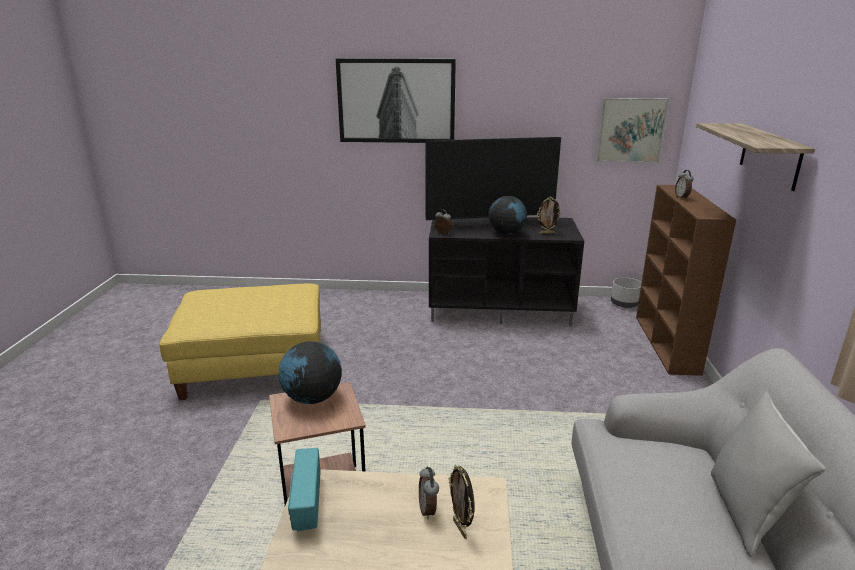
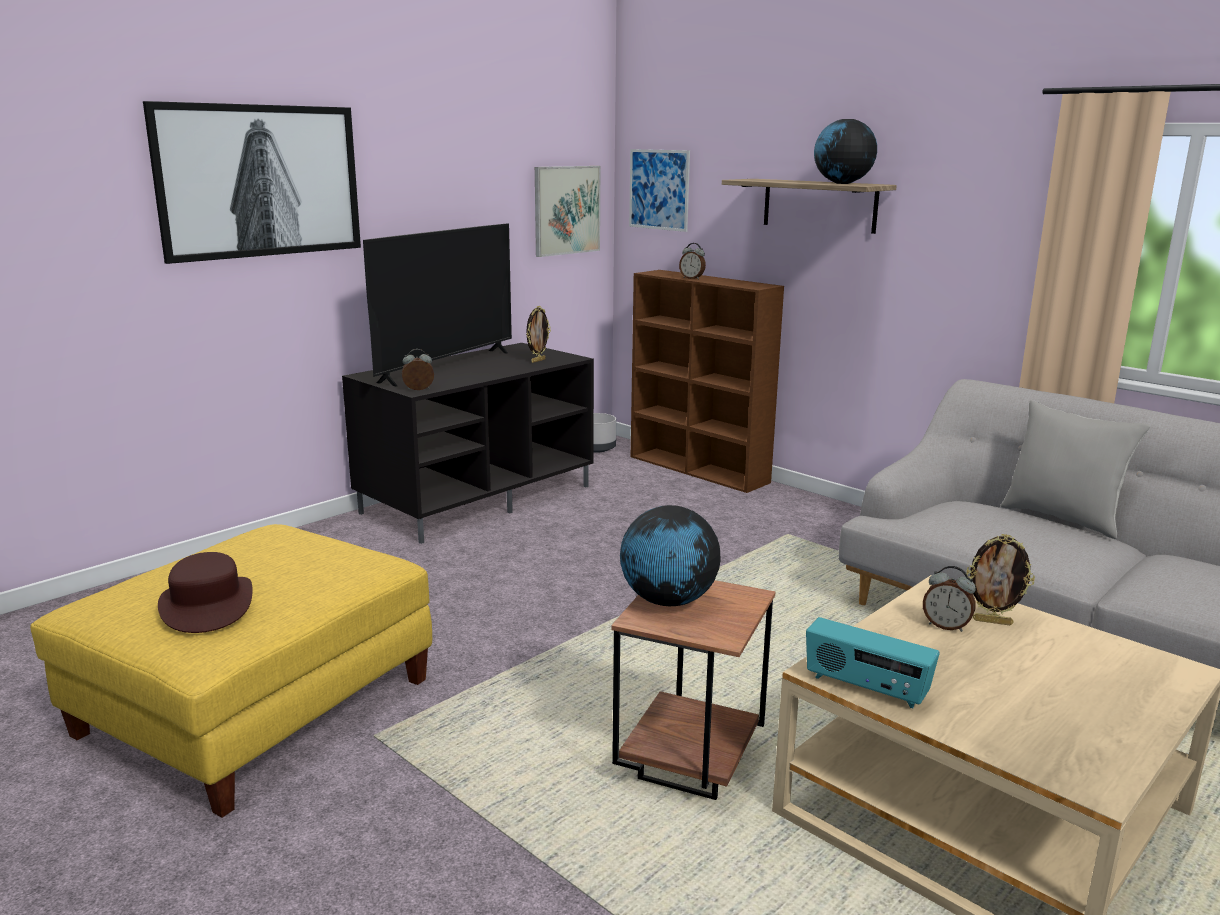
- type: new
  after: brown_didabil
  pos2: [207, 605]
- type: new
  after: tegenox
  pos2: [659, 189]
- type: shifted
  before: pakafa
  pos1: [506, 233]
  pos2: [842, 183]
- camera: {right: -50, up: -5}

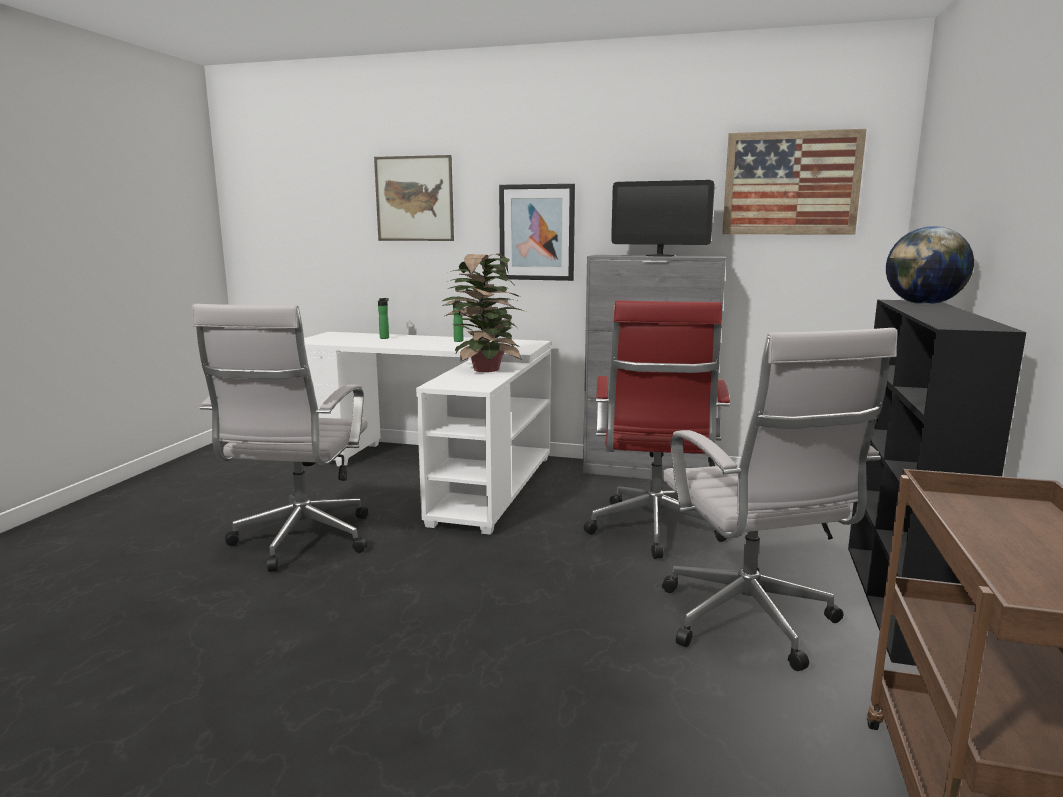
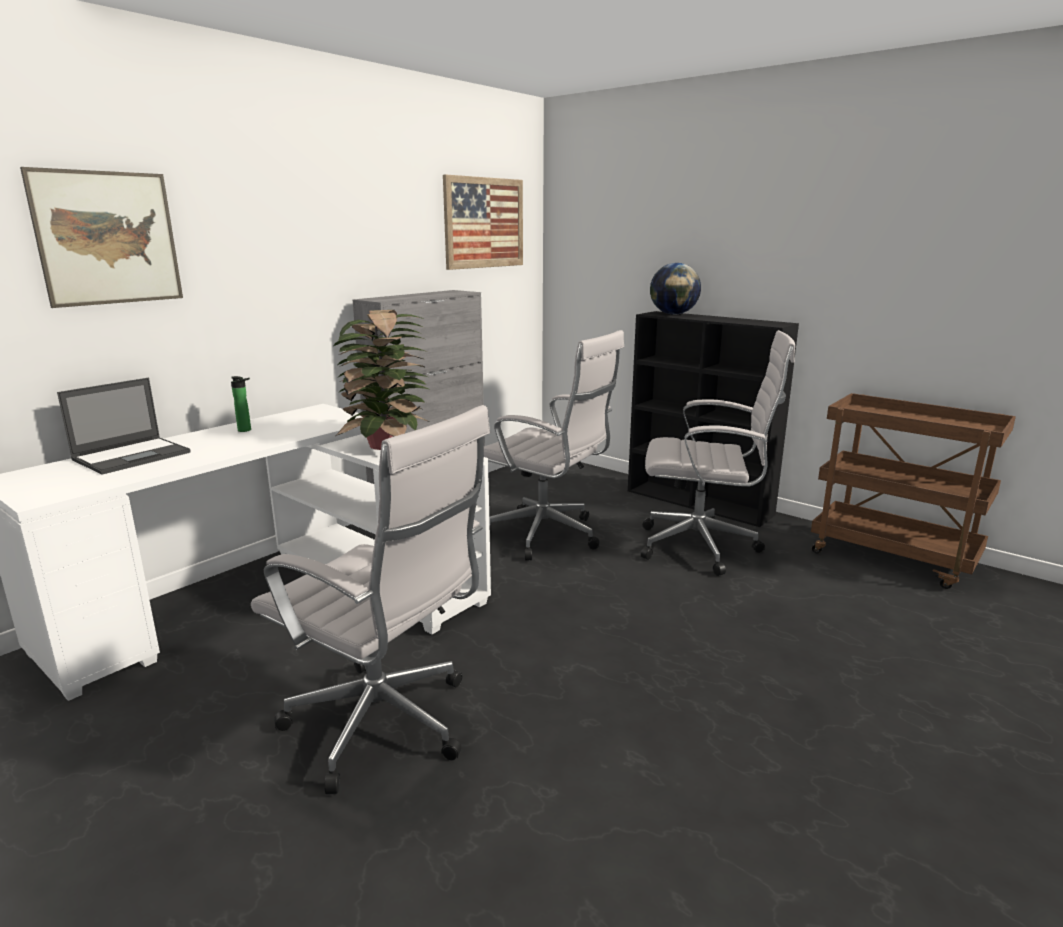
- type: gone
  before: tegenox
  pos1: [537, 232]
- type: gone
  before: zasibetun
  pos1: [660, 255]
- type: swapped
  before: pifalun
  after: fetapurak
  pos1: [385, 338]
  pos2: [133, 456]
- type: repainted
  before: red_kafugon
  after: white_kafugon
  pos1: [653, 531]
  pos2: [548, 536]
- camera: {right: -65, up: 5}

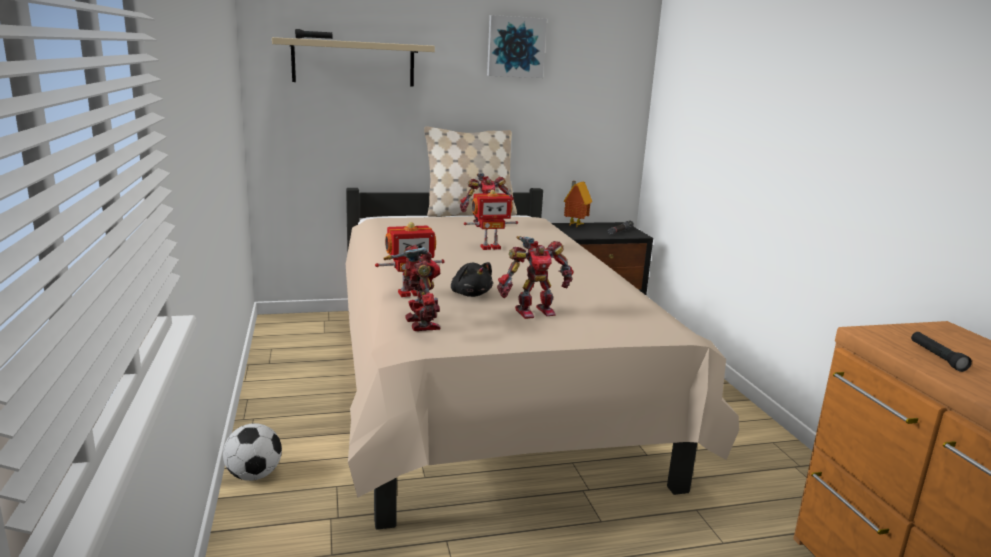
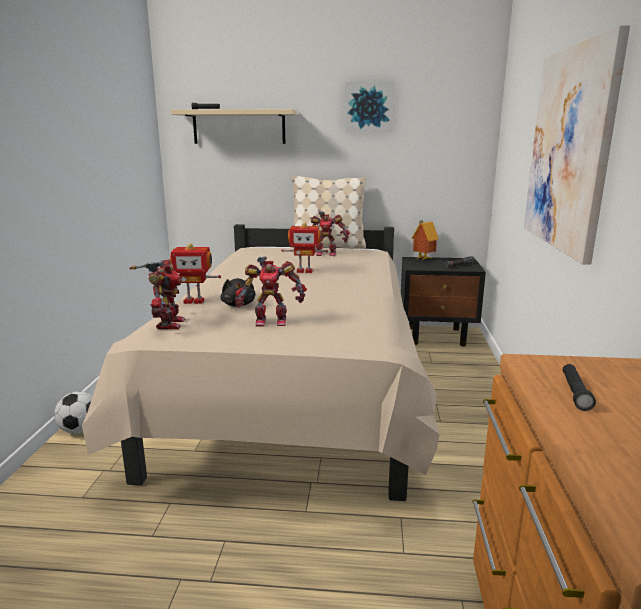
- type: new
  after: tegenox
  pos2: [569, 149]
- camera: {right: 20, up: 0}

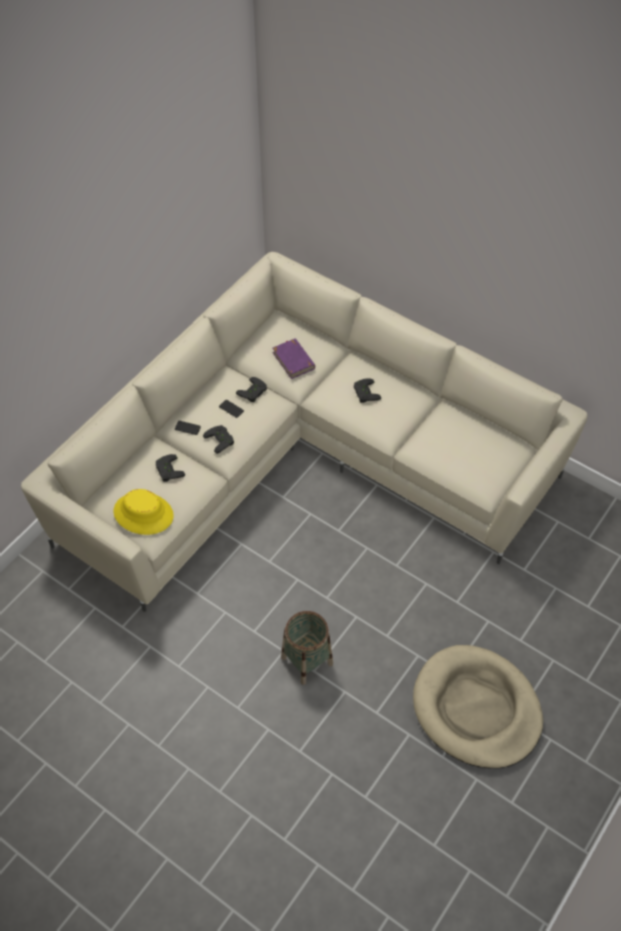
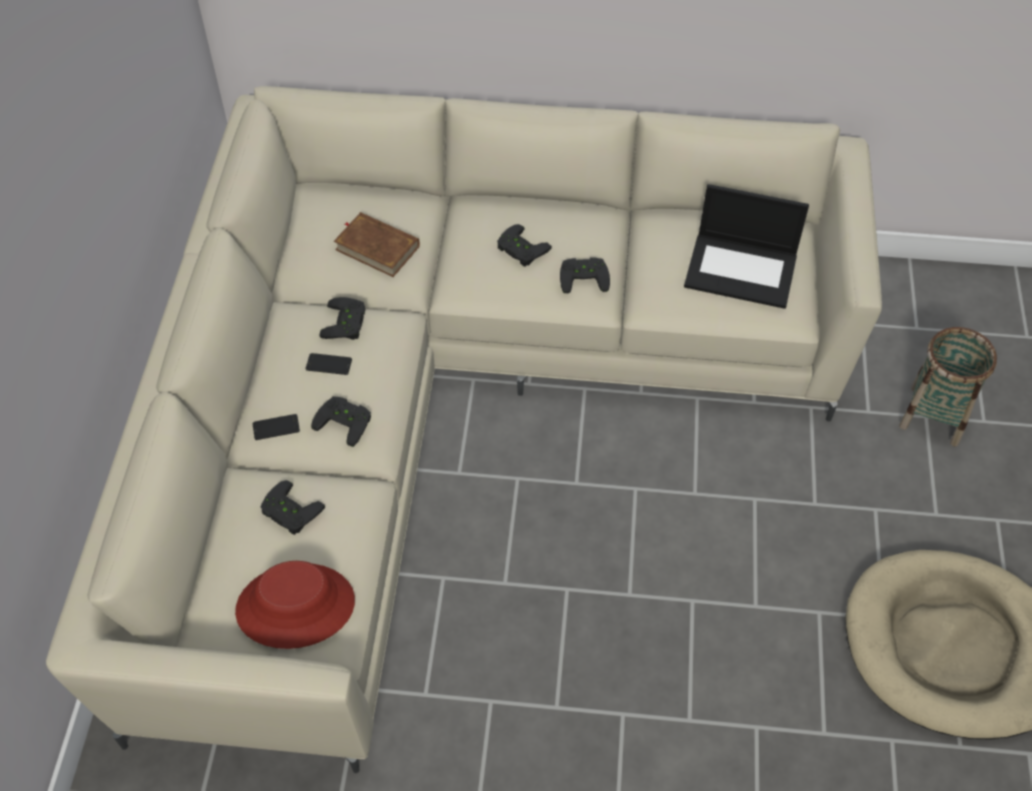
- type: new
  after: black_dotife
  pos2: [584, 276]
- type: new
  after: fetapurak
  pos2: [742, 270]
- type: shifted
  before: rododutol
  pos1: [307, 661]
  pos2: [934, 415]
- type: repainted
  before: yellow_didabil
  after: red_didabil
  pos1: [143, 513]
  pos2: [295, 606]
- type: repainted
  before: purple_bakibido
  after: brown_bakibido
  pos1: [293, 360]
  pos2: [377, 247]
- camera: {right: -30, up: 0}

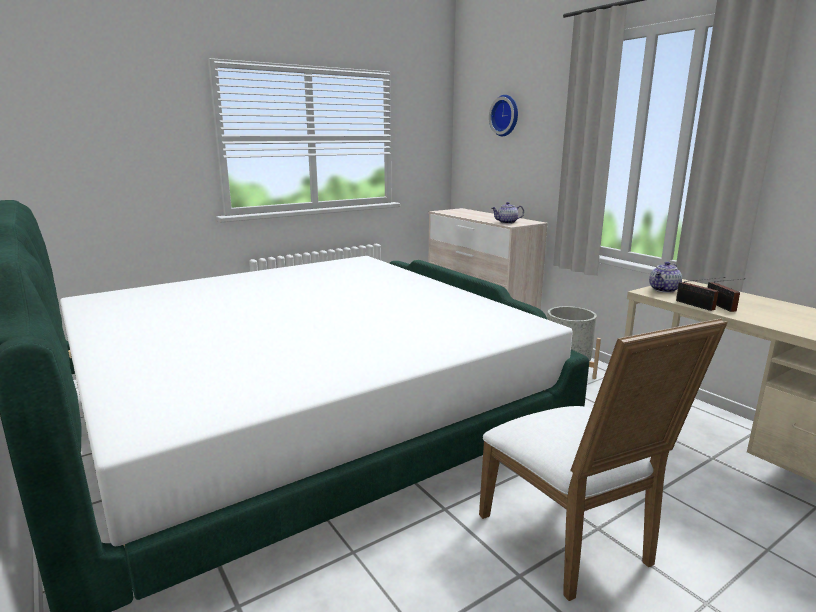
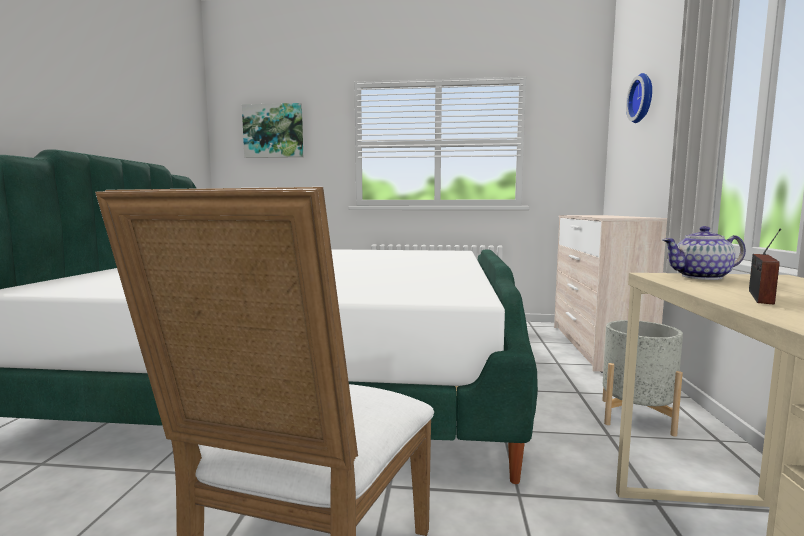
- type: gone
  before: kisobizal
  pos1: [507, 222]
- type: gone
  before: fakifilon
  pos1: [696, 306]
- type: new
  after: tegenox
  pos2: [273, 131]
- camera: {right: 40, up: -10}

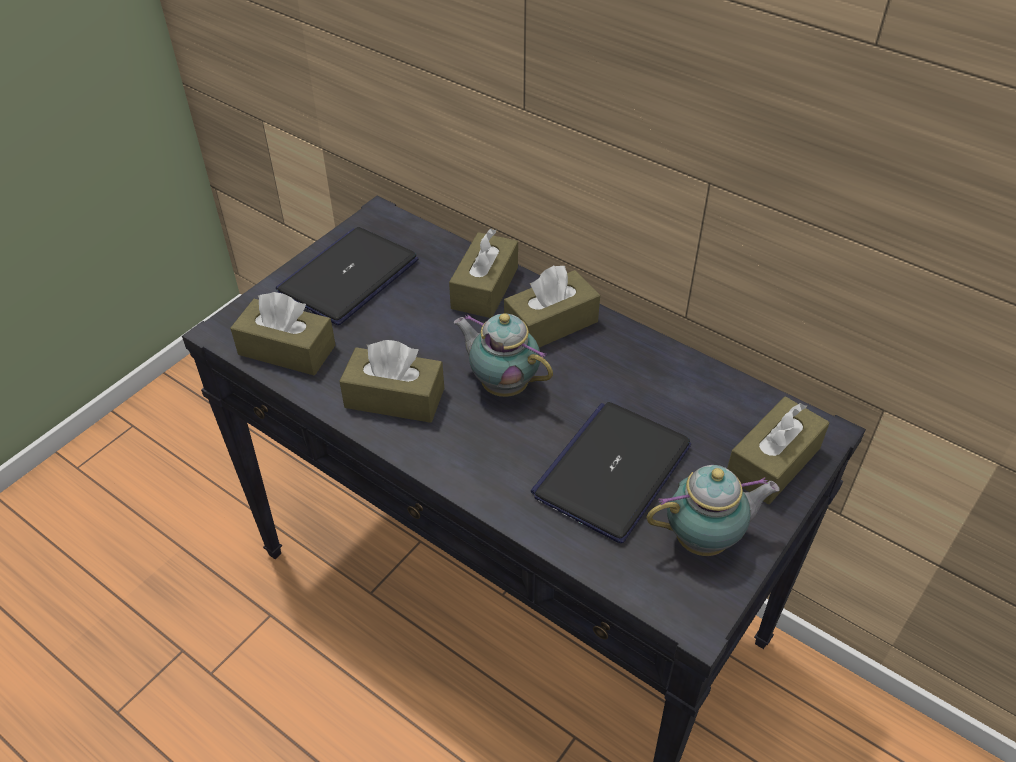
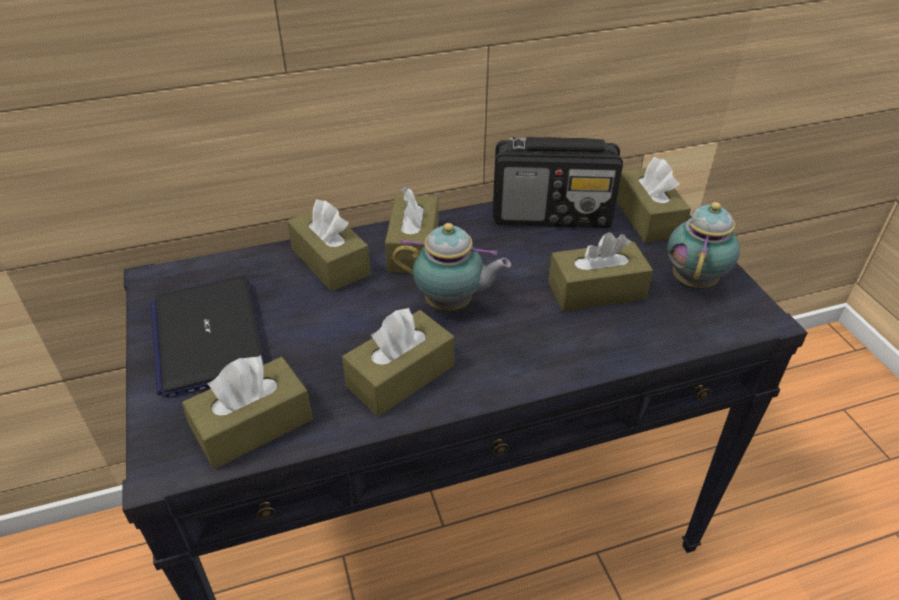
- type: new
  after: fakifilon
  pos2: [552, 215]
- type: swapped
  before: fetapurak
  after: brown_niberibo
  pos1: [612, 471]
  pos2: [596, 290]
- type: rotated
  before: kisobizal
  pos1: [502, 384]
  pos2: [452, 304]
  turn: -150
- camera: {right: -55, up: -5}

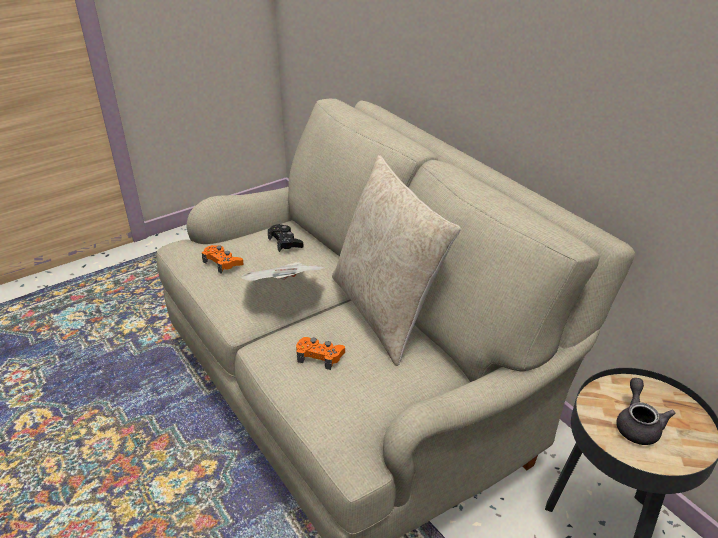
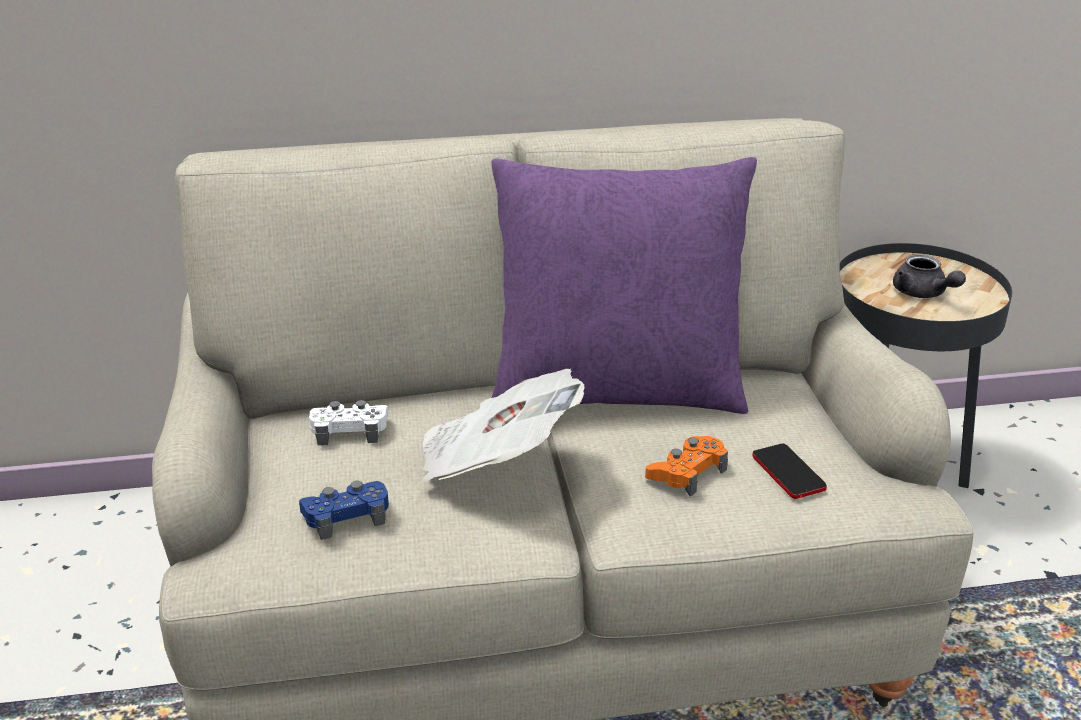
- type: new
  after: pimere
  pos2: [788, 472]
- type: repainted
  before: orange_dotife
  after: blue_dotife
  pos1: [222, 262]
  pos2: [346, 516]
- type: repainted
  before: black_dotife
  after: white_dotife
  pos1: [285, 242]
  pos2: [349, 430]
- type: repainted
  before: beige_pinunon
  after: purple_pinunon
  pos1: [385, 312]
  pos2: [617, 389]
- type: rotated
  before: grey_kisobizal
  pos1: [637, 424]
  pos2: [923, 294]
  turn: -150
- camera: {right: -65, up: -5}

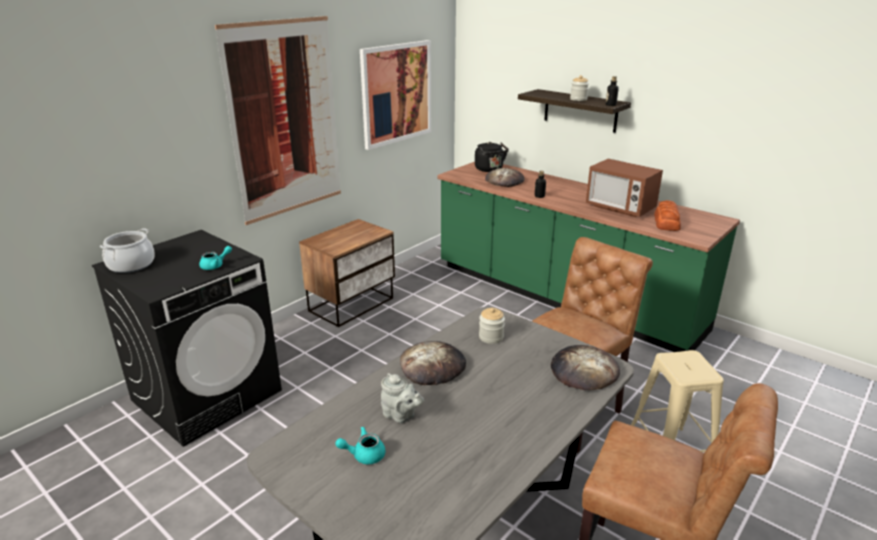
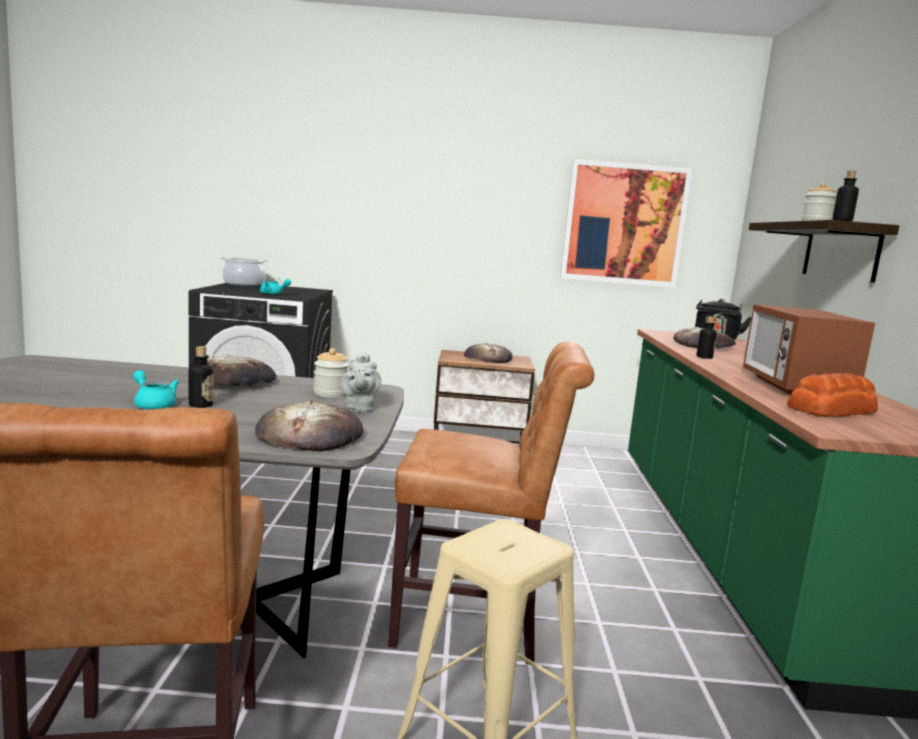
- type: gone
  before: tegenox
  pos1: [285, 120]
- type: new
  after: pifalun
  pos2: [201, 405]
- type: new
  after: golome
  pos2: [488, 358]
- type: shifted
  before: turquoise_kisobizal
  pos1: [364, 455]
  pos2: [153, 404]
- type: shifted
  before: grey_kisobizal
  pos1: [401, 415]
  pos2: [359, 409]
- camera: {right: 50, up: -15}

